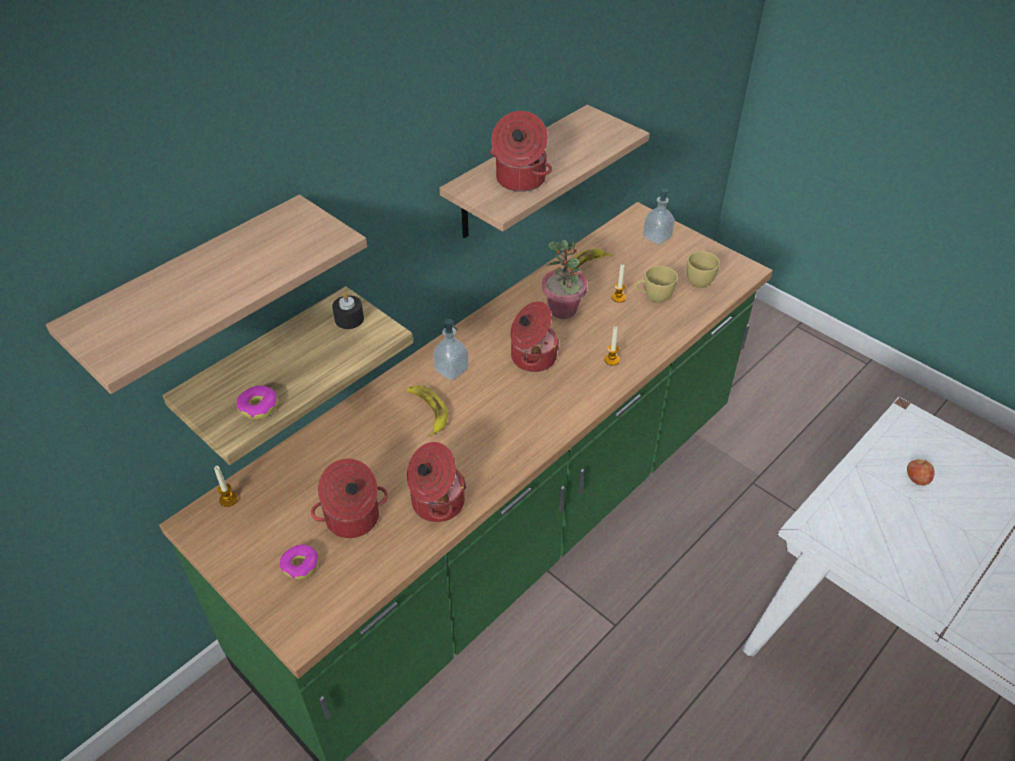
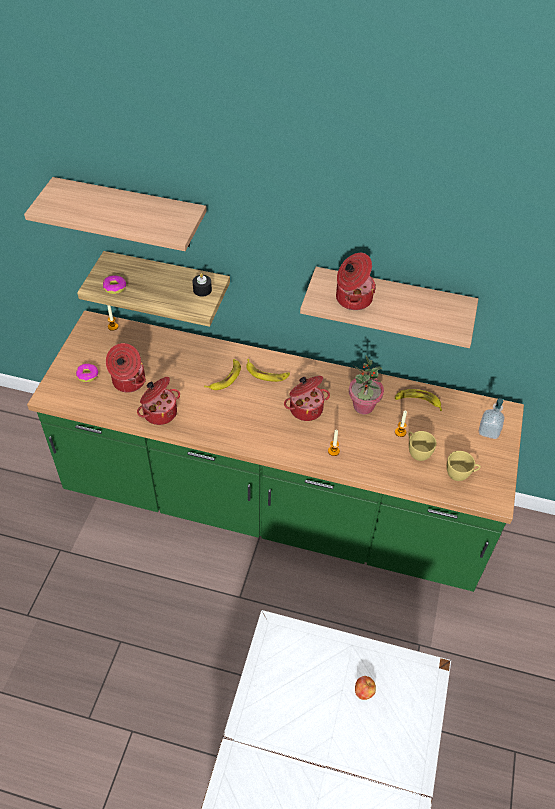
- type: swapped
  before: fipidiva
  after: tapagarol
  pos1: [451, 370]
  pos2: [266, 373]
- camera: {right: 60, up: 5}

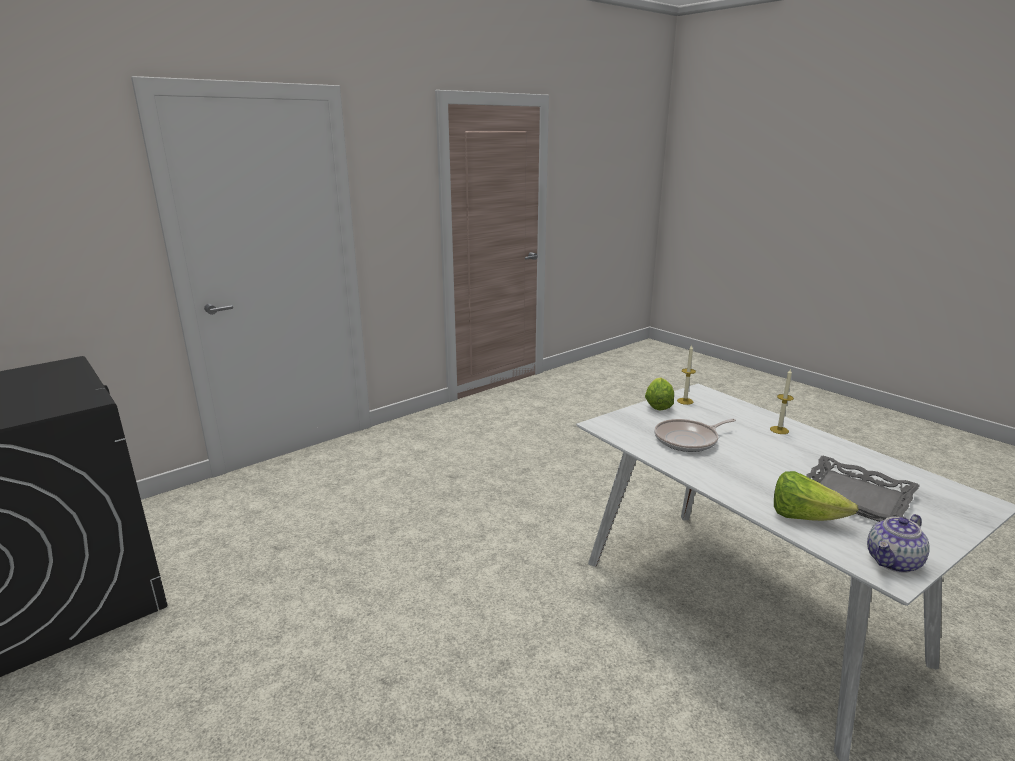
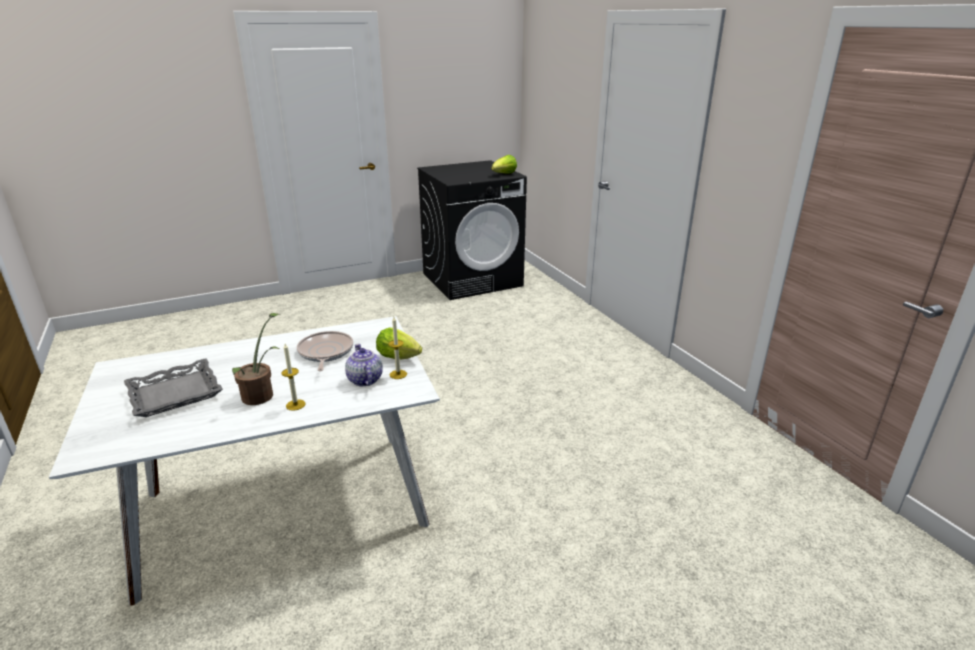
- type: new
  after: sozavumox
  pos2: [262, 394]
- type: shifted
  before: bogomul
  pos1: [803, 517]
  pos2: [504, 174]
- type: shifted
  before: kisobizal
  pos1: [893, 562]
  pos2: [364, 379]
- camera: {right: 105, up: 5}

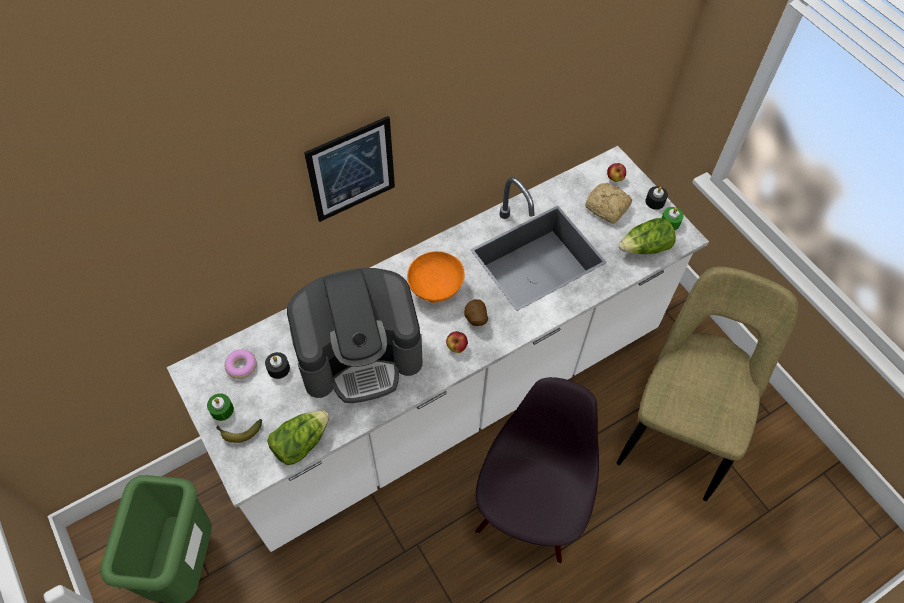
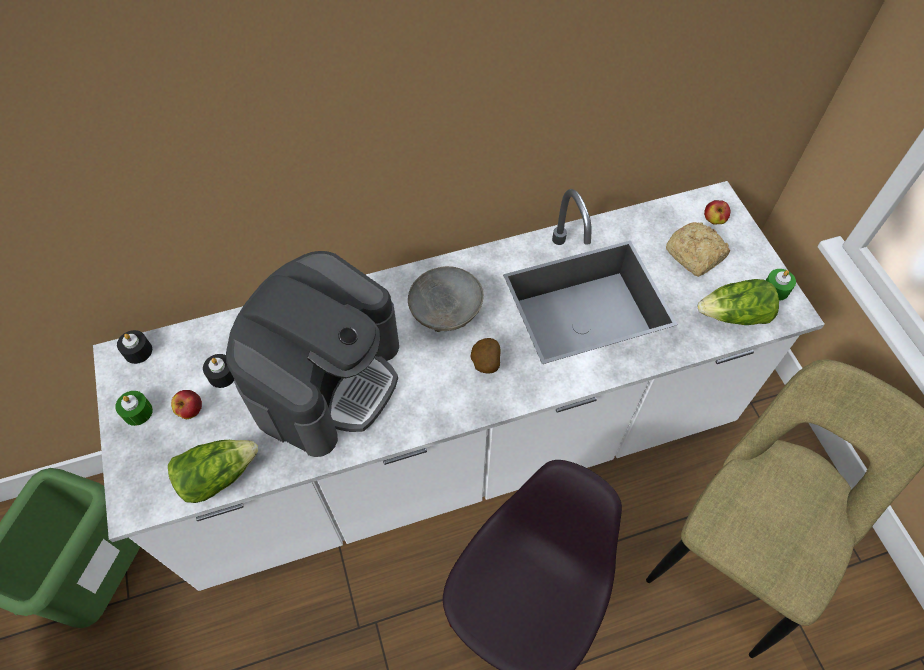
- type: gone
  before: tapagarol
  pos1: [239, 432]
- type: gone
  before: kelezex
  pos1: [241, 366]
- type: gone
  before: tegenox
  pos1: [351, 170]
- type: shifted
  before: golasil
  pos1: [456, 347]
  pos2: [191, 410]
- type: shifted
  before: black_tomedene
  pos1: [655, 201]
  pos2: [138, 351]
- type: repainted
  before: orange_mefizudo
  after: grey_mefizudo
  pos1: [436, 287]
  pos2: [447, 313]
- type: rotated
  before: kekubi
  pos1: [360, 354]
  pos2: [327, 378]
  turn: -60
- camera: {right: 15, up: 0}

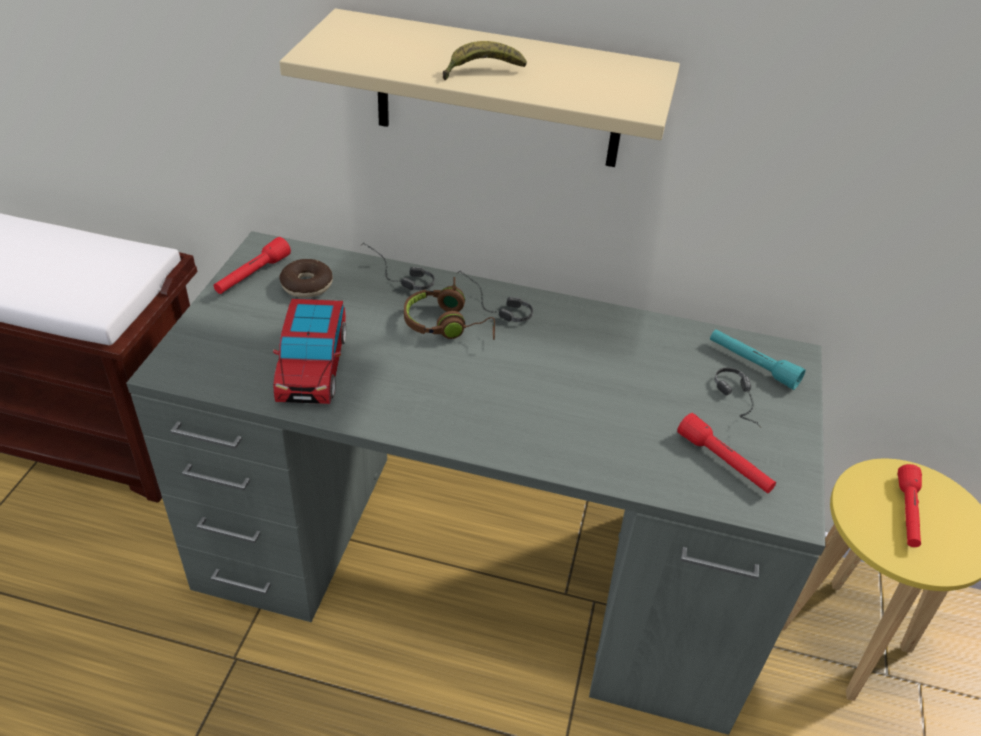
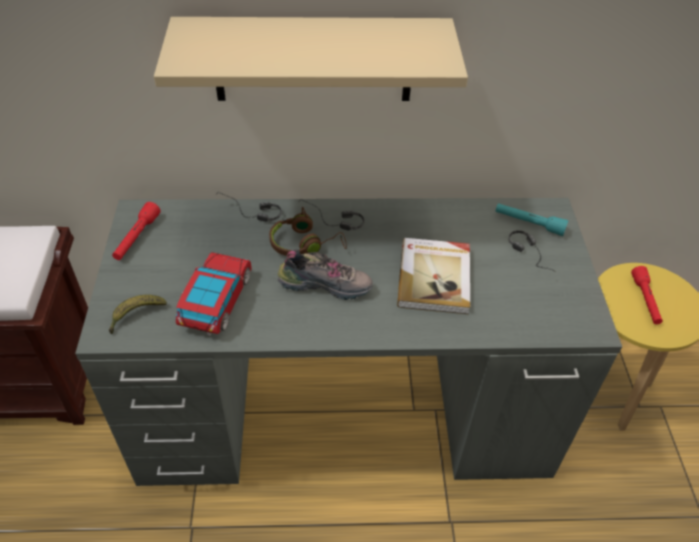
- type: gone
  before: kelezex
  pos1: [307, 285]
- type: gone
  before: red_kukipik
  pos1: [724, 462]
- type: new
  after: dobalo
  pos2: [326, 284]
- type: new
  after: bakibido
  pos2: [435, 277]
- type: shifted
  before: tapagarol
  pos1: [481, 71]
  pos2: [136, 315]
- type: rotated
  before: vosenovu
  pos1: [312, 365]
  pos2: [217, 301]
  turn: -150
- camera: {right: -15, up: 5}

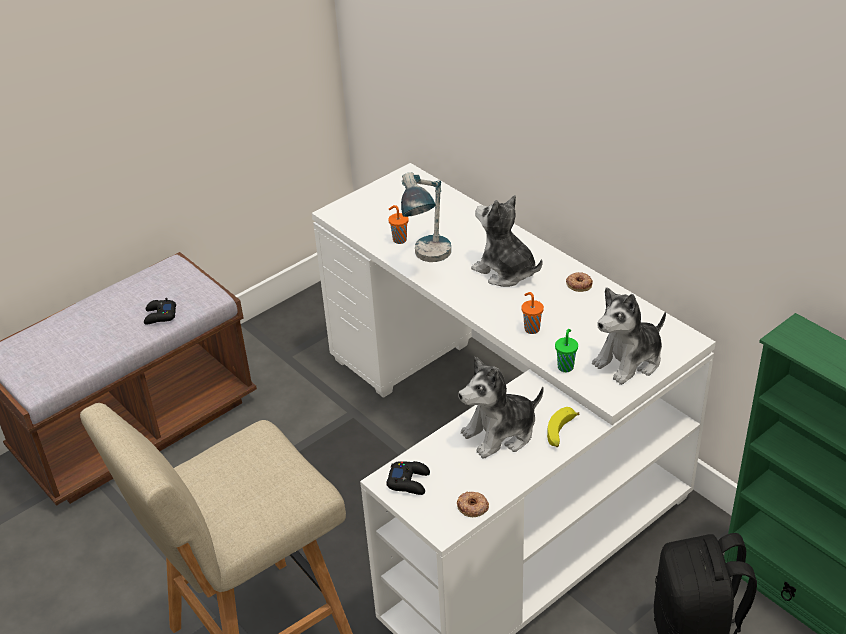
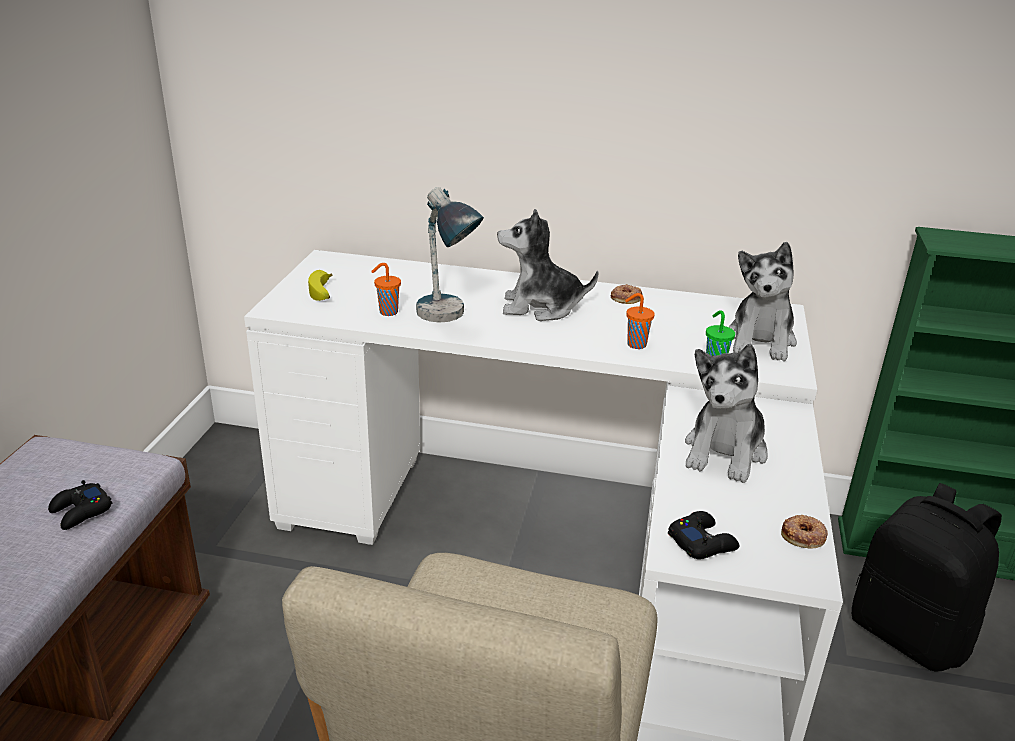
- type: shifted
  before: tapagarol
  pos1: [561, 433]
  pos2: [323, 293]
- camera: {right: -40, up: -10}

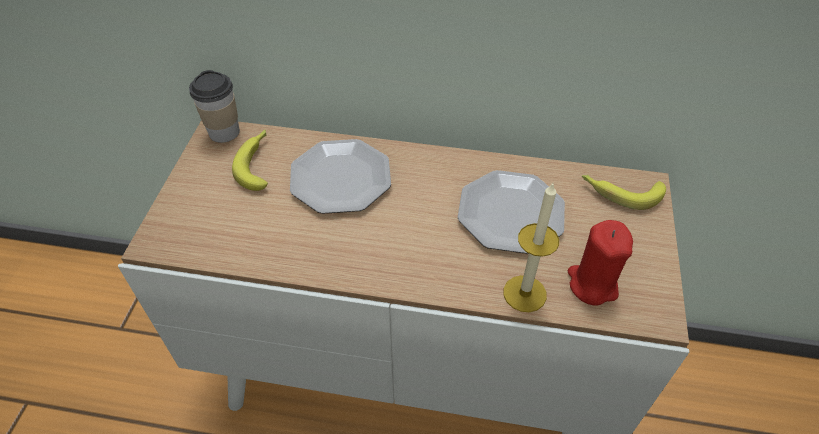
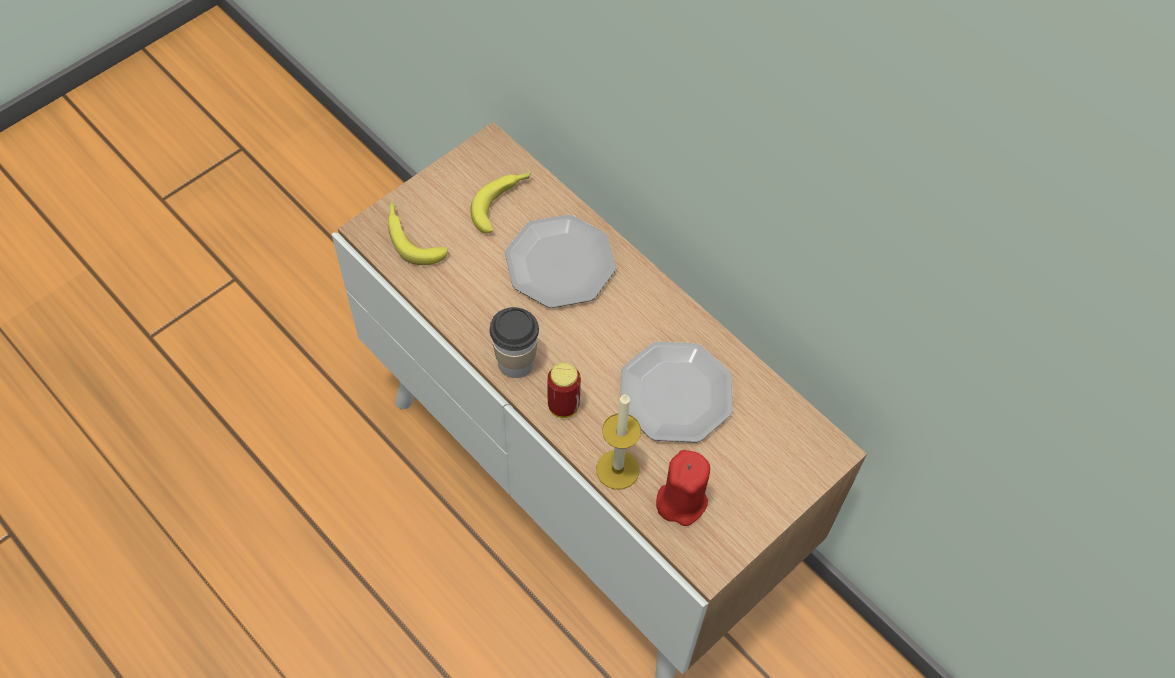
- type: new
  after: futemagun
  pos2: [563, 406]
- type: shifted
  before: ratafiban
  pos1: [224, 132]
  pos2: [516, 362]
- type: shifted
  before: tapagarol
  pos1: [620, 192]
  pos2: [412, 237]
- camera: {right: 35, up: 10}

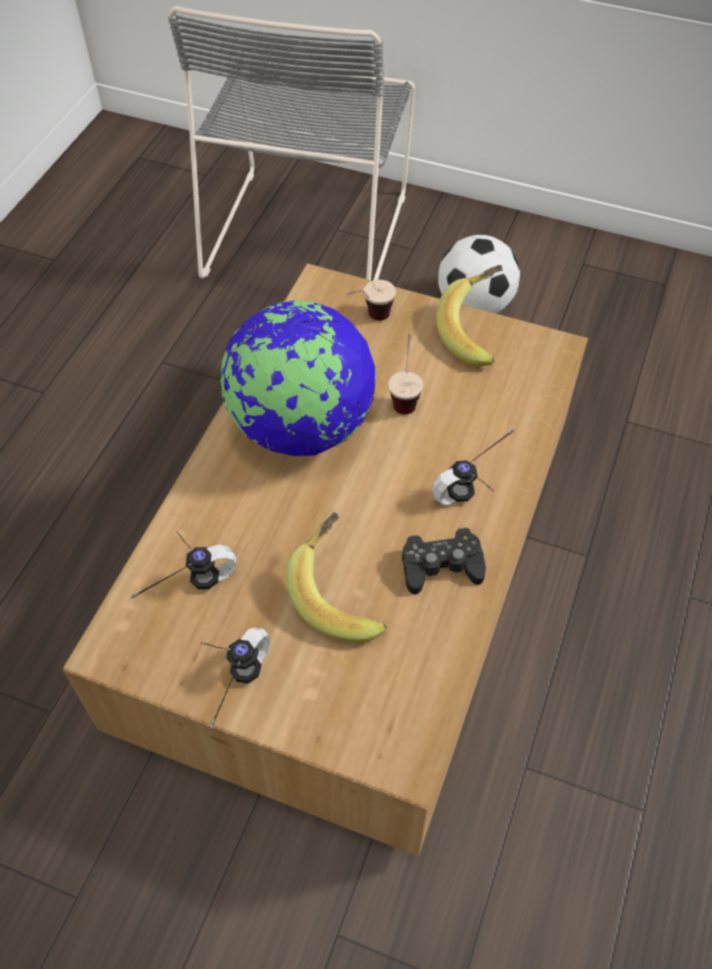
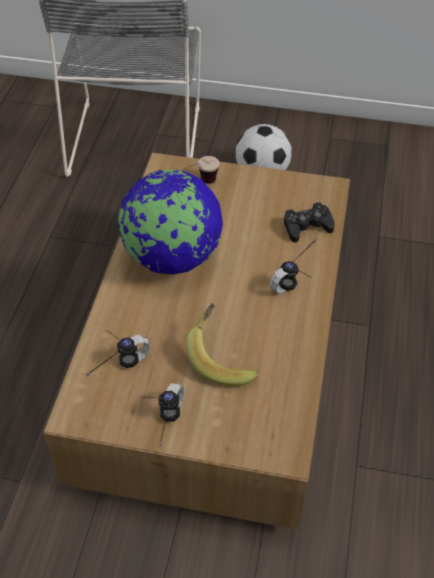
- type: gone
  before: ratafiban
  pos1: [405, 395]
- type: gone
  before: tapagarol
  pos1: [478, 331]
- type: shifted
  before: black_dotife
  pos1: [441, 566]
  pos2: [307, 227]
- camera: {right: -10, up: -5}

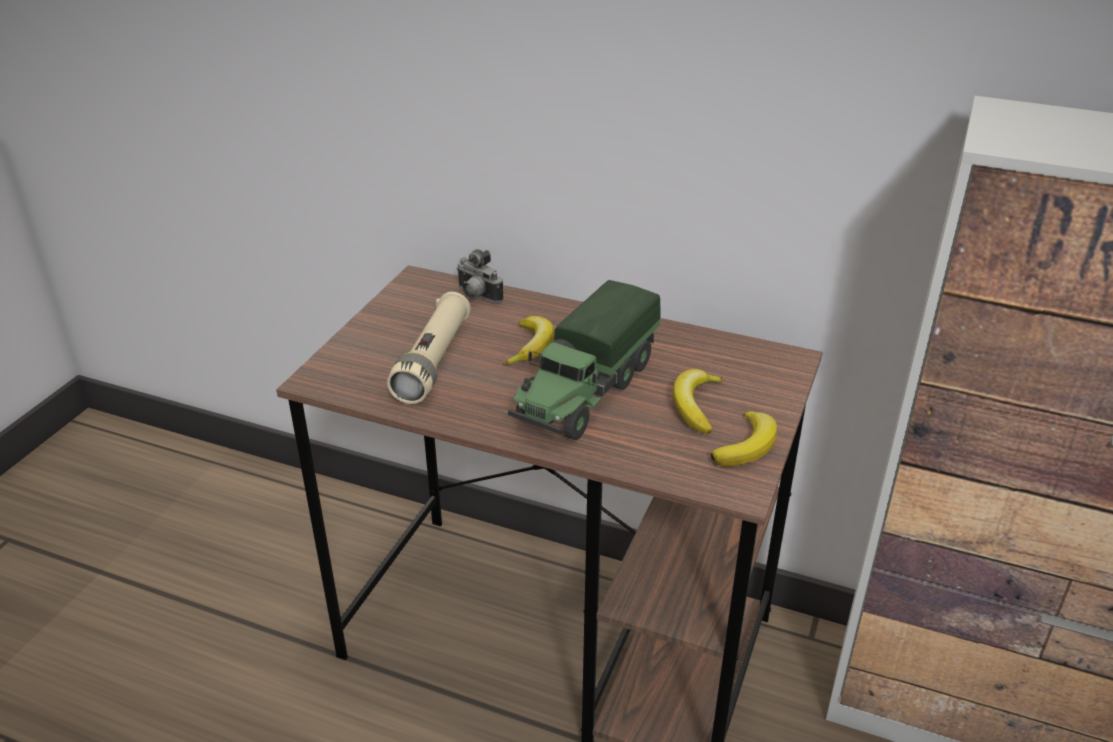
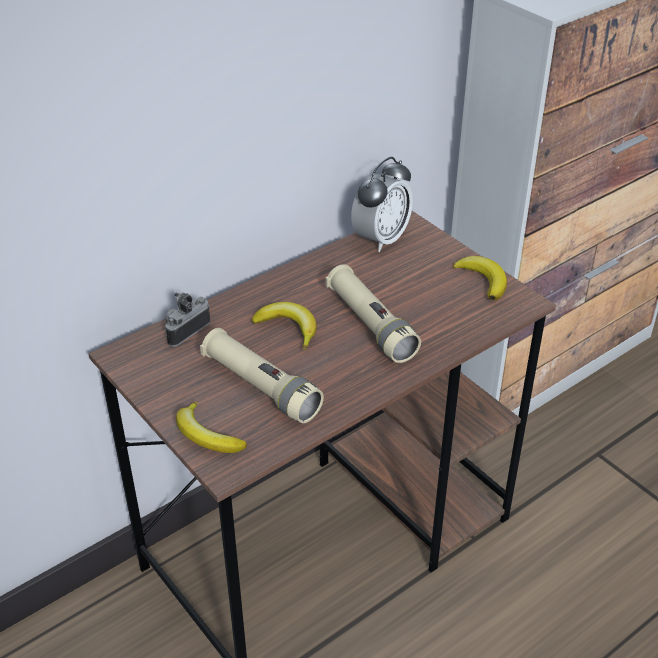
- type: new
  after: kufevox
  pos2: [381, 239]
- type: shifted
  before: tapagarol
  pos1: [696, 405]
  pos2: [206, 436]
- type: swapped
  before: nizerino
  after: beige_kukipik
  pos1: [585, 393]
  pos2: [370, 325]
- type: rotated
  before: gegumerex
  pos1: [476, 296]
  pos2: [185, 331]
  turn: 150
- camera: {right: -60, up: 5}

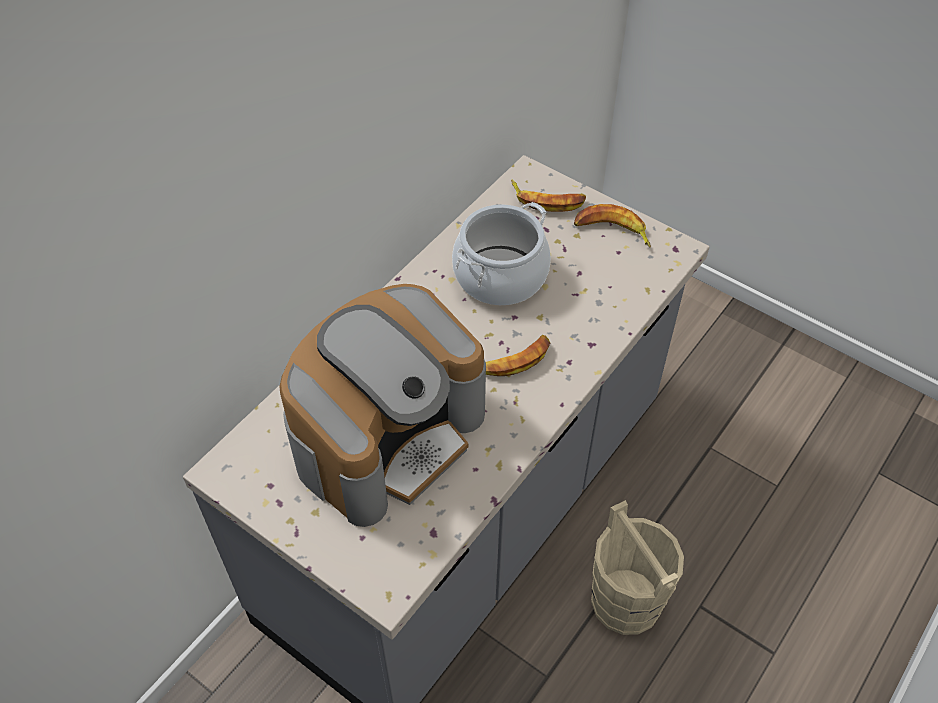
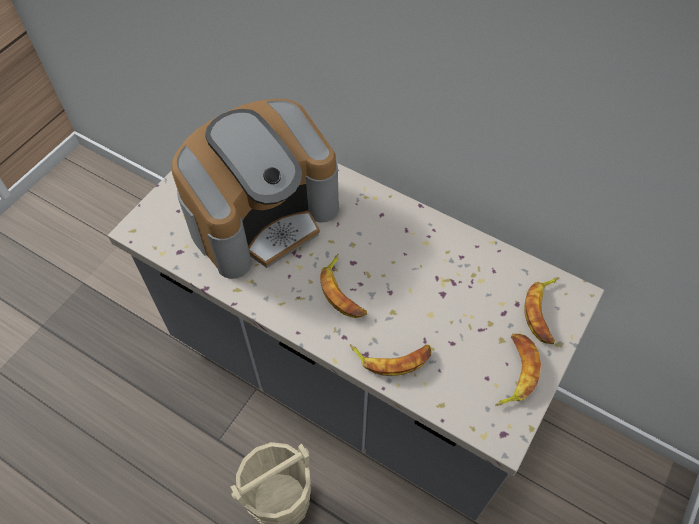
- type: gone
  before: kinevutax
  pos1: [500, 276]
- type: new
  after: tapagarol
  pos2: [392, 358]
- type: rotated
  before: kekubi
  pos1: [388, 435]
  pos2: [263, 216]
  turn: -75
- camera: {right: 85, up: 5}

